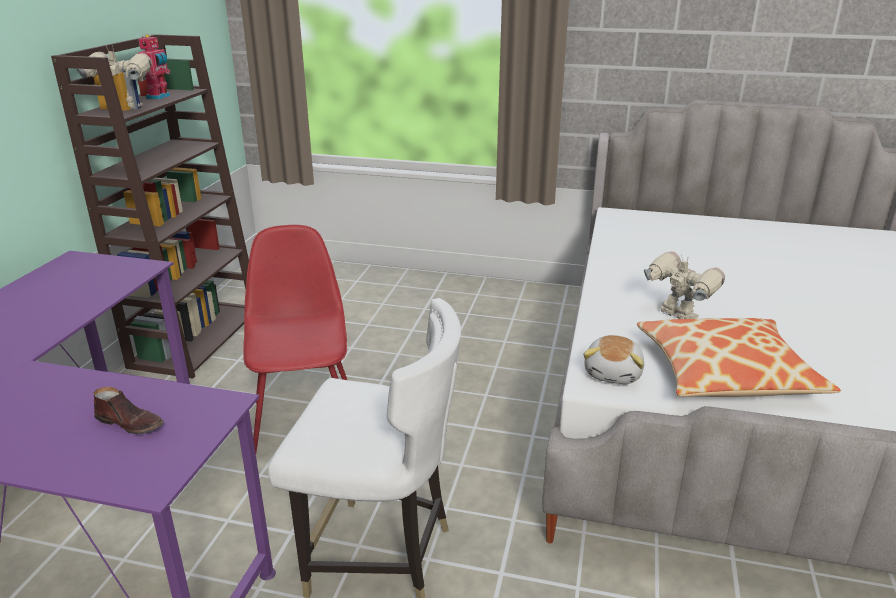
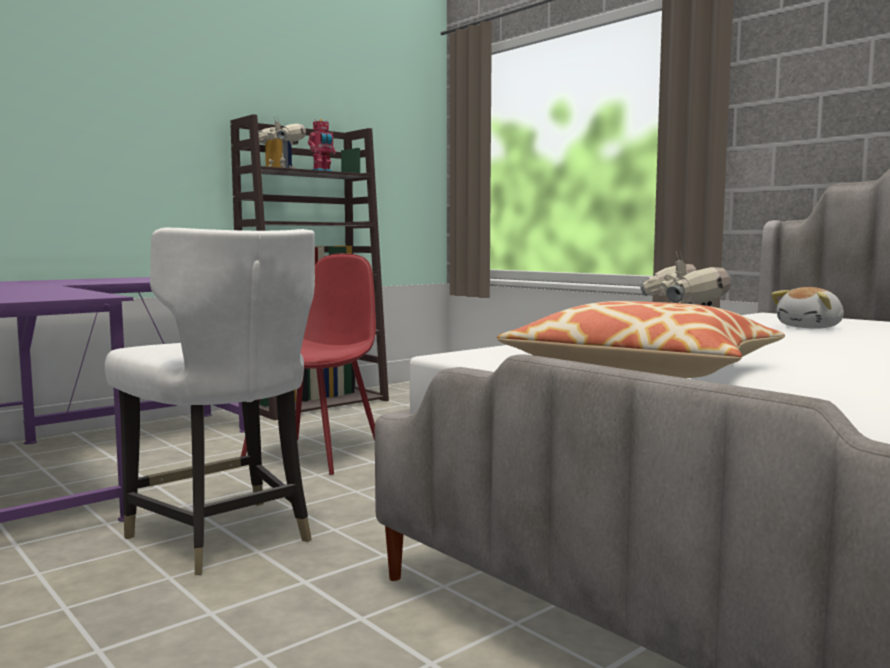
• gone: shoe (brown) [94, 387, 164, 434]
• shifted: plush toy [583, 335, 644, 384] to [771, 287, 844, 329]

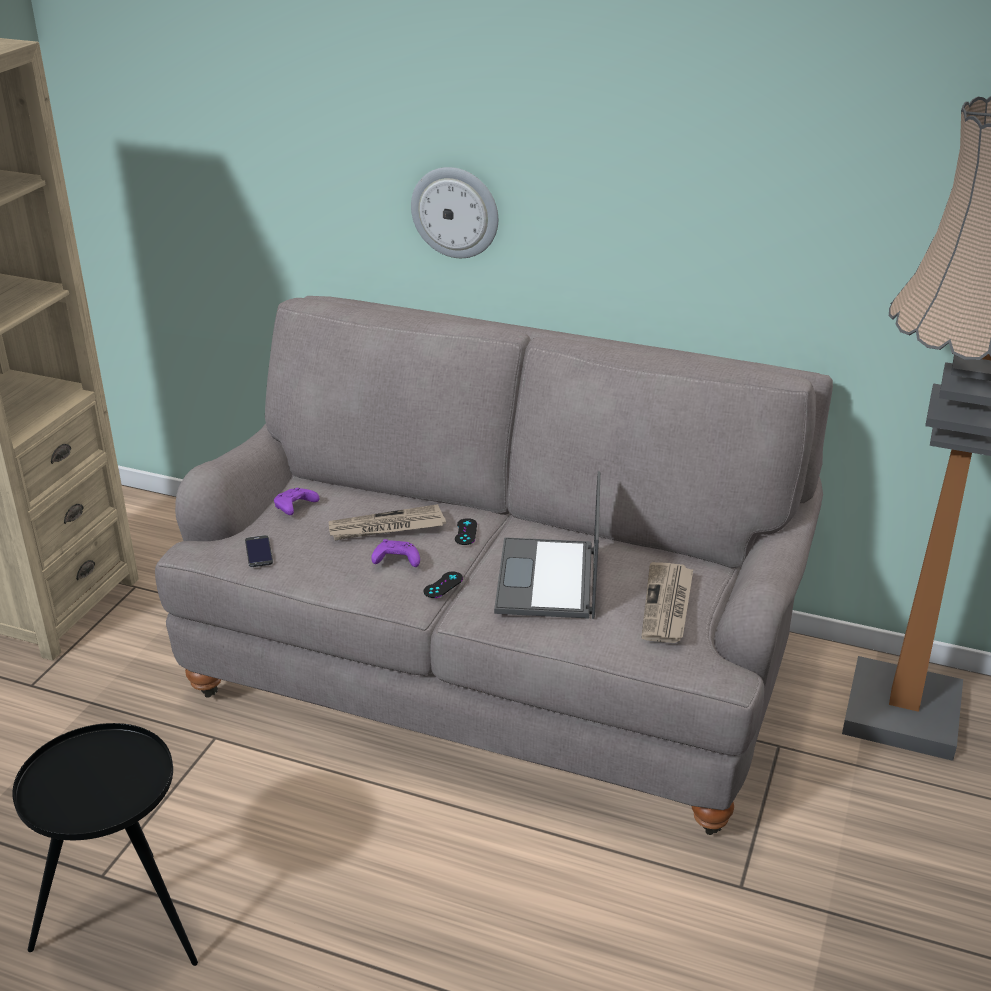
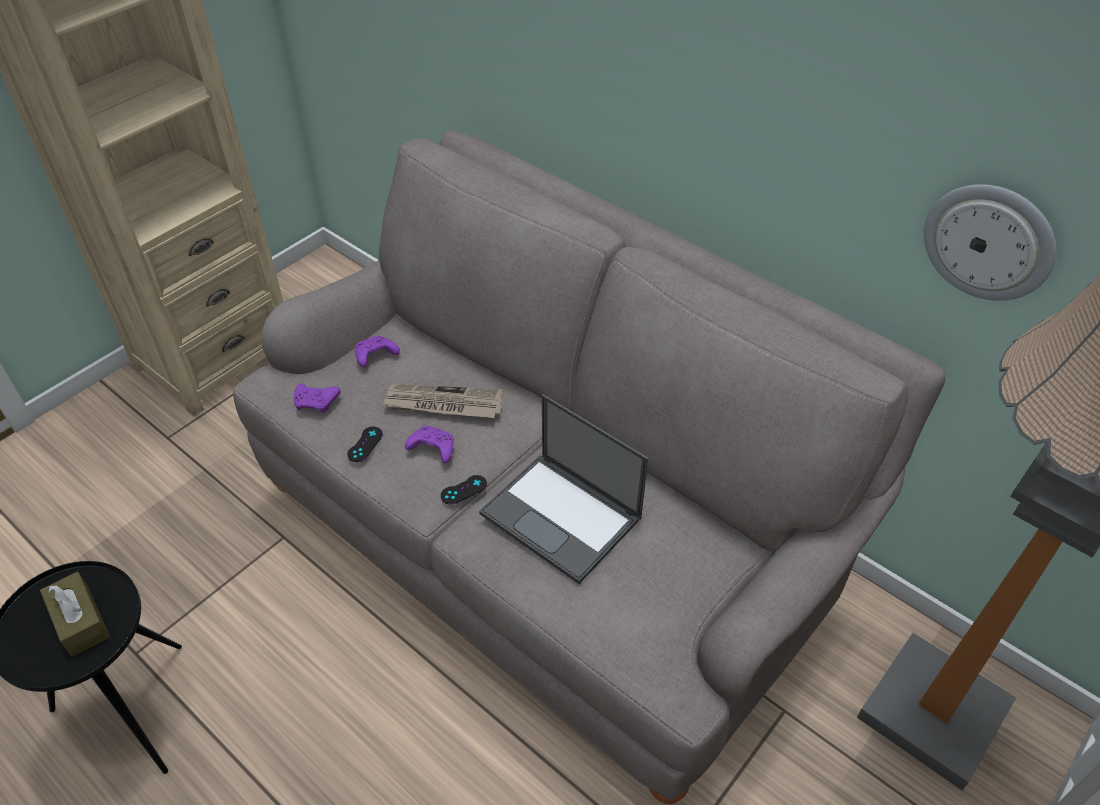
• swapped: phone [245, 535, 273, 567] to game controller (purple) [294, 383, 340, 413]
• shifted: wall clock [411, 167, 498, 258] to [924, 184, 1056, 301]
• shifted: game controller (black) [455, 518, 477, 545] to [347, 427, 383, 462]
• rotated: laptop [494, 471, 600, 619] = [479, 394, 648, 584] 75 degrees counterclockwise
• gone: newspaper [641, 562, 693, 643]
• new: tissue box (brown) [40, 572, 110, 657]

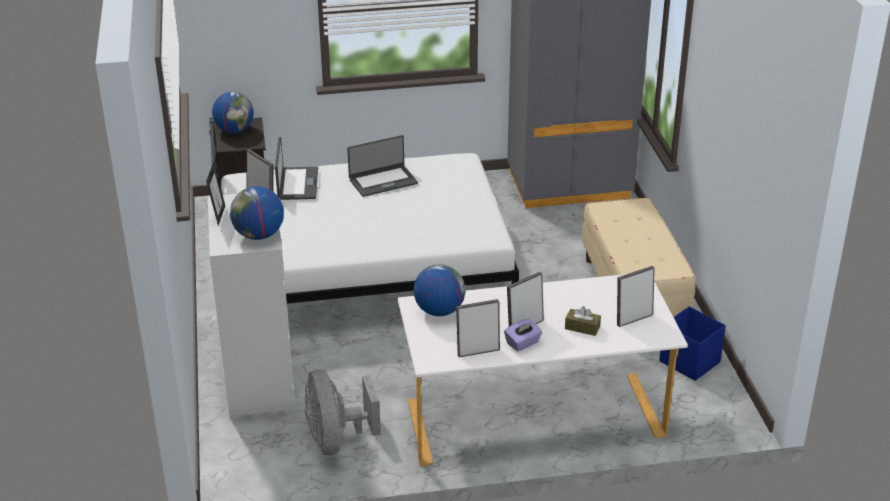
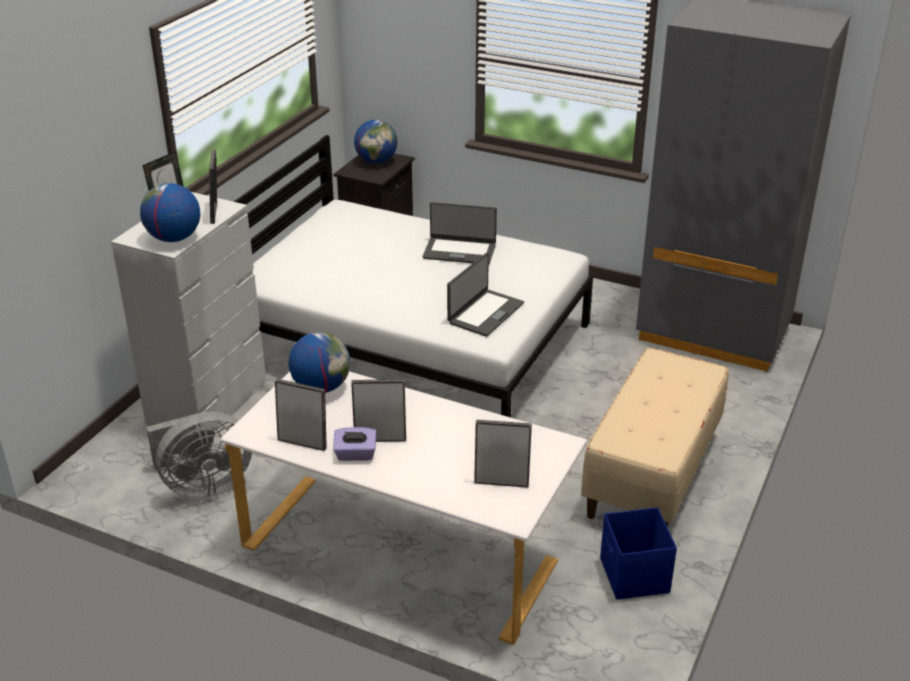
• shifted: laptop [275, 137, 318, 200] to [447, 253, 524, 337]
• rotated: fan (grey) [305, 369, 381, 455] = [146, 412, 252, 497] 135 degrees counterclockwise
• gone: tissue box (brown) [565, 306, 601, 336]

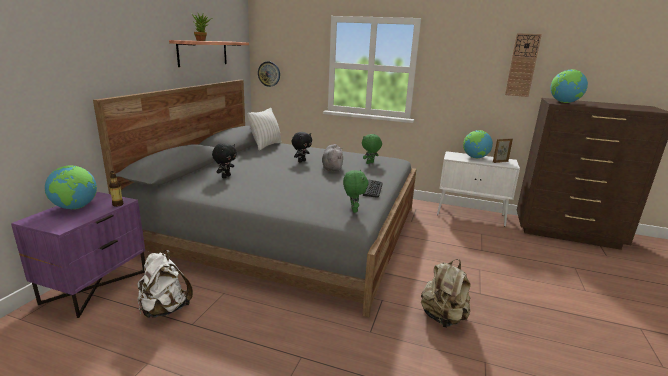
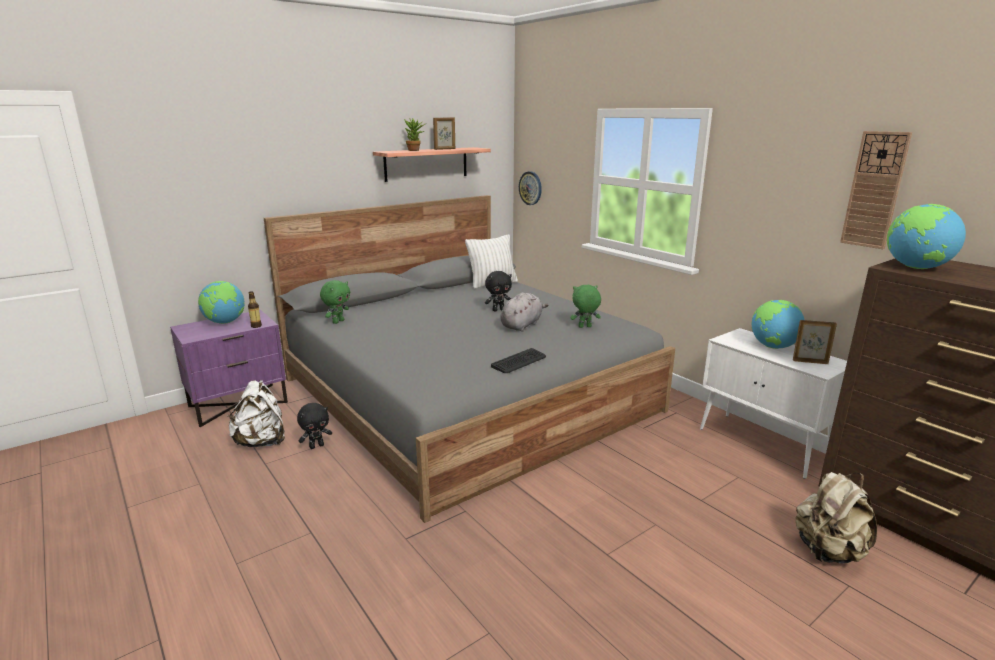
• shifted: plush toy (black) [212, 143, 237, 178] to [297, 403, 332, 449]
• shifted: plush toy (green) [343, 170, 368, 213] to [320, 280, 350, 324]
• shifted: backpack (beige) [421, 259, 471, 328] to [795, 472, 877, 564]
• new: picture frame [433, 118, 455, 150]

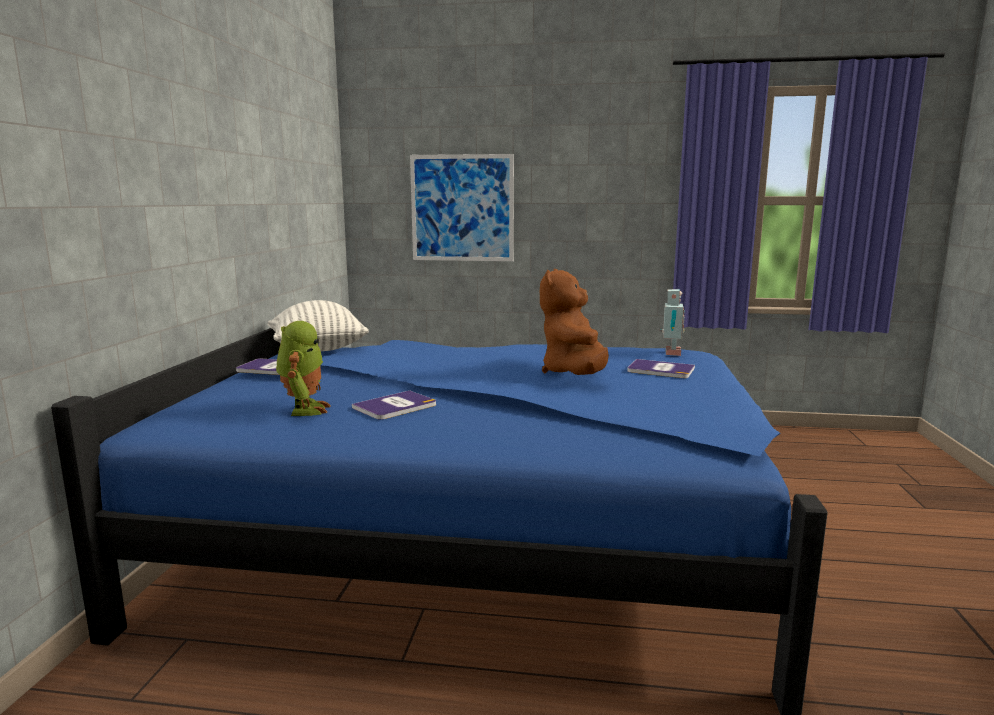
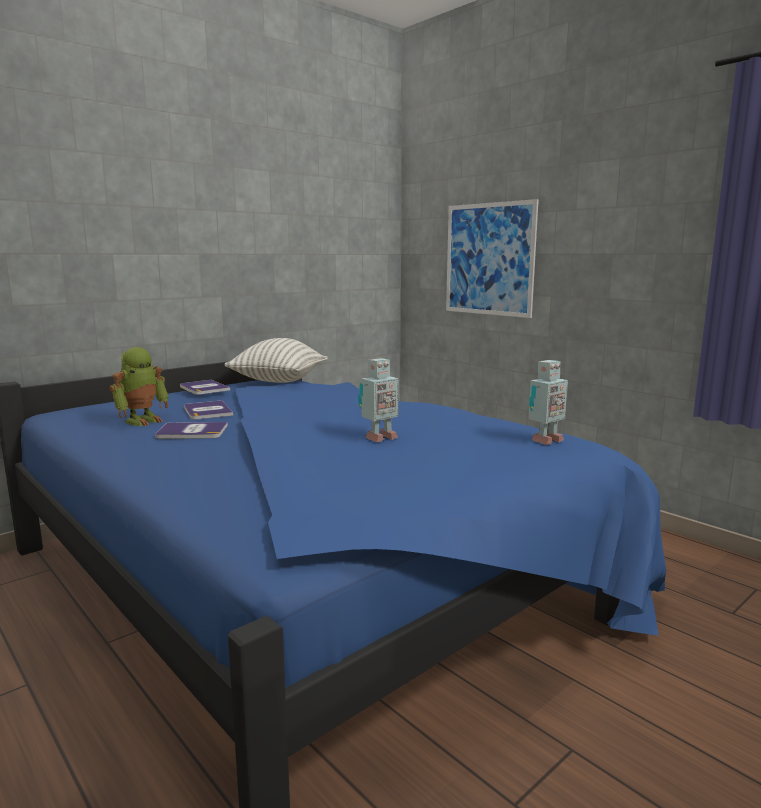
• swapped: plush toy (brown) [540, 269, 609, 375] to toy robot [358, 358, 399, 442]
• shifted: book [627, 359, 695, 378] to [184, 400, 233, 420]

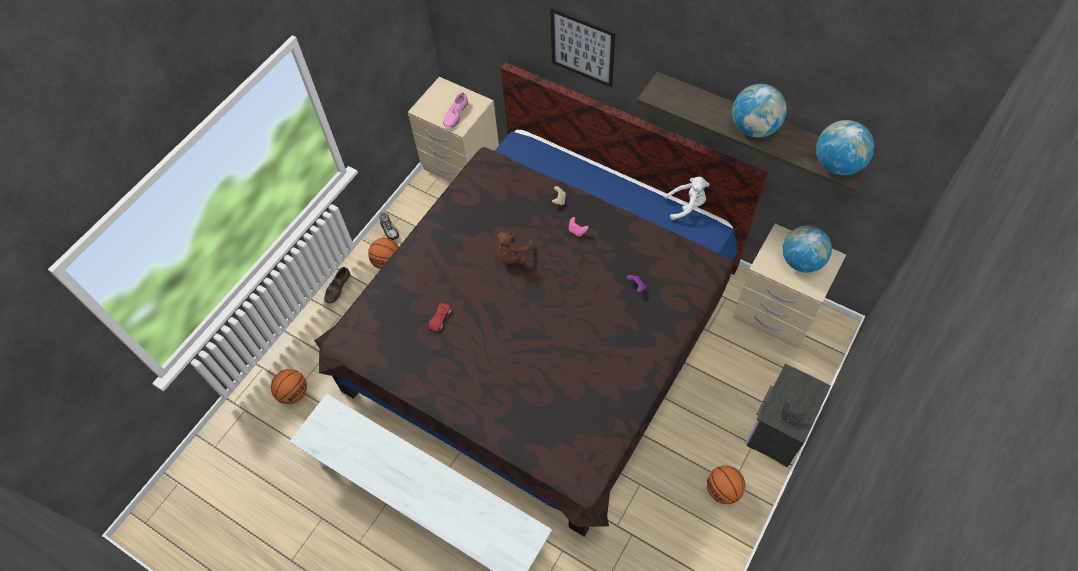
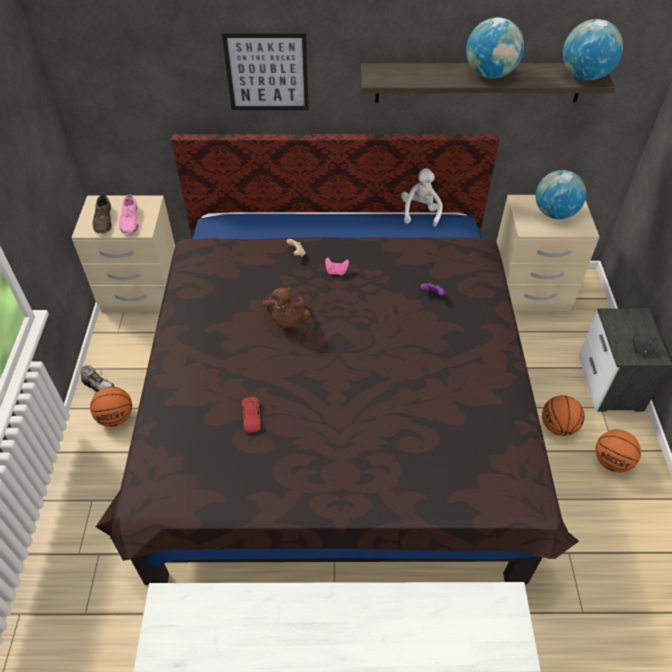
• shifted: basketball [271, 369, 307, 404] to [542, 395, 585, 436]
• shifted: shoe (brown) [324, 267, 350, 304] to [93, 195, 112, 233]
• rotated: plush toy (white) [664, 177, 709, 220] = [401, 168, 443, 227] 45 degrees counterclockwise

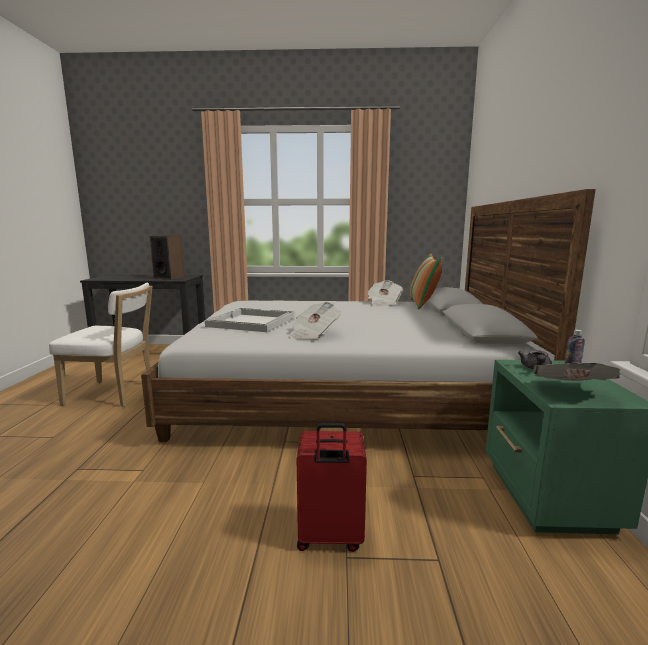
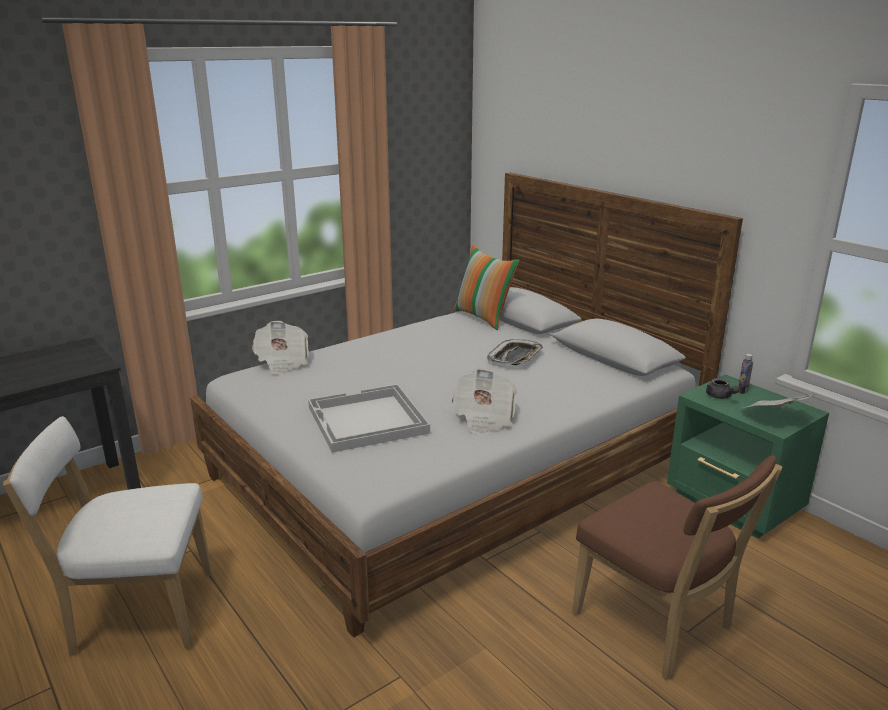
• rotated: chair (white) [49, 282, 152, 407] = [3, 416, 212, 656] 150 degrees counterclockwise
• gone: speaker [150, 236, 185, 280]
• swapped: suitcase (red) [297, 423, 367, 552] to chair (brown) [572, 455, 782, 680]
• shifted: newspaper [367, 280, 403, 307] to [252, 321, 309, 375]
• new: tray [487, 339, 543, 365]

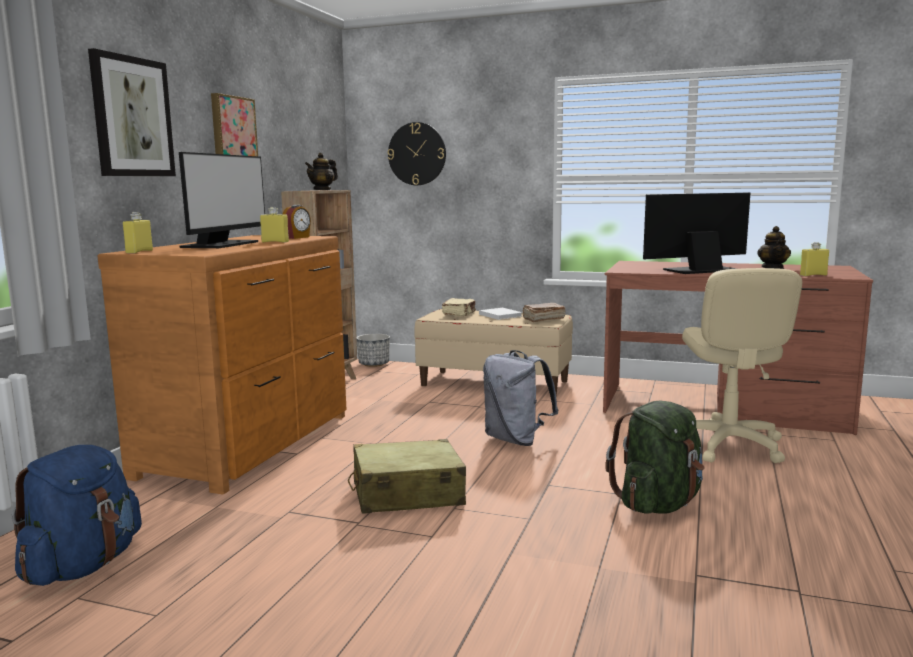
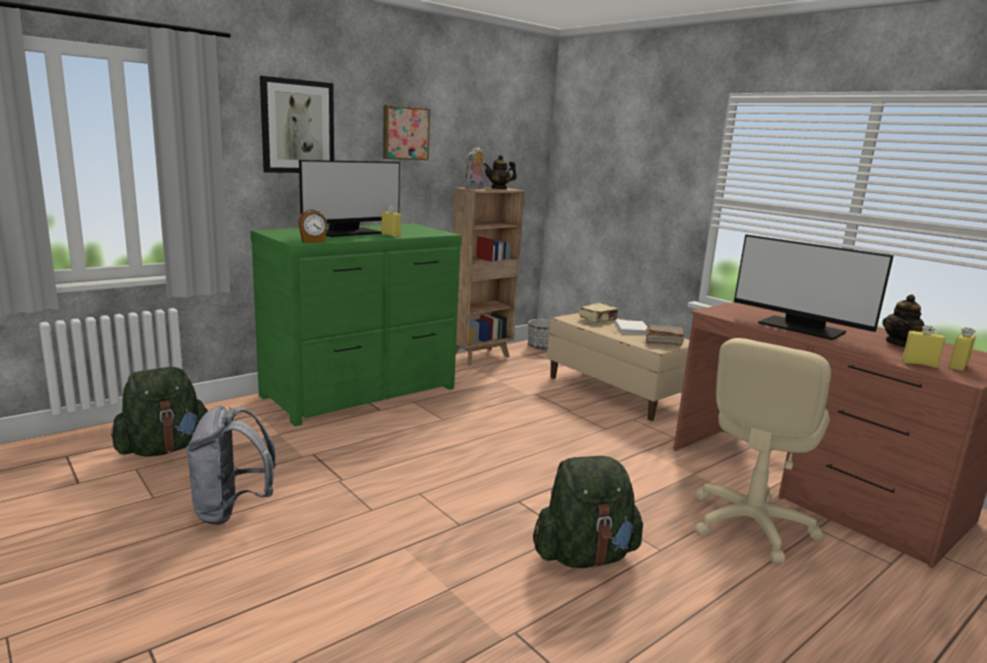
• repainted: backpack (blue) [12, 445, 142, 586] to backpack (green) [111, 367, 208, 457]
• repainted: dresser (brown) [98, 235, 346, 494] to dresser (green) [250, 224, 462, 427]
• shifted: bottle (yellow) [123, 212, 153, 253] to [949, 327, 976, 371]
• shifted: alarm clock [283, 205, 311, 239] to [298, 209, 328, 243]
• gone: suitcase (beige) [348, 439, 466, 514]
• gone: wall clock [388, 122, 446, 185]
• shifted: backpack (grey) [483, 350, 558, 446] to [186, 406, 276, 525]
• rotated: monitor [643, 193, 750, 274] = [734, 234, 894, 340] 150 degrees counterclockwise
• new: plush toy [466, 147, 484, 189]

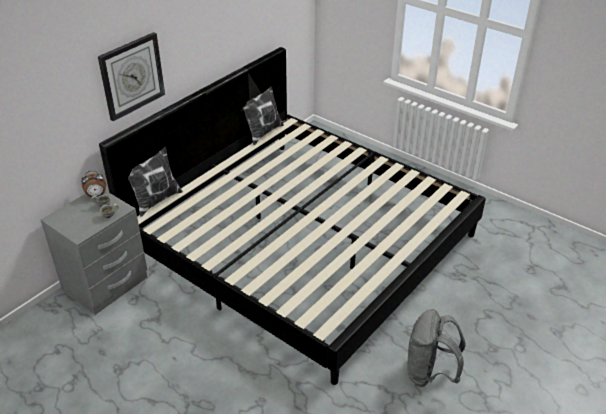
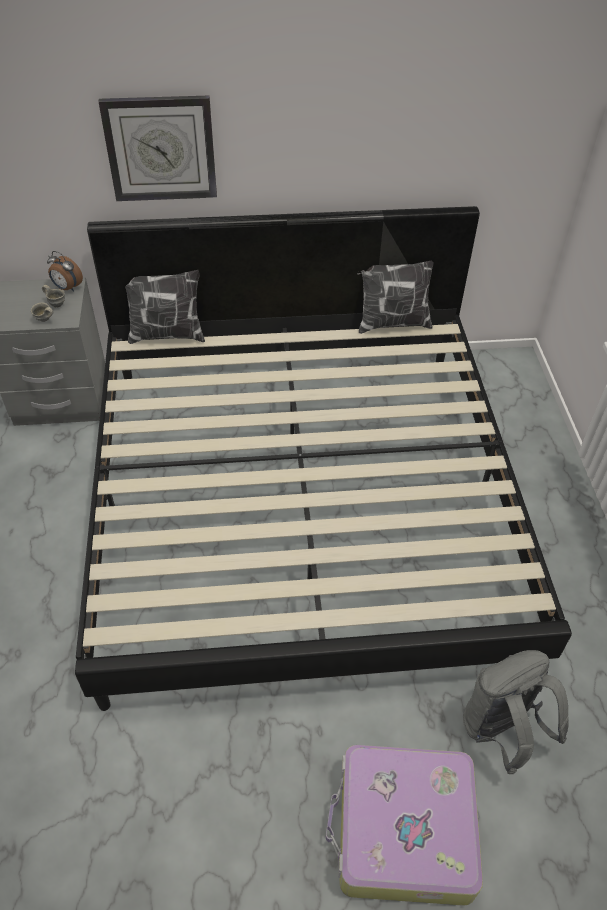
• shifted: backpack (grey) [407, 309, 466, 387] to [463, 650, 569, 774]
• new: suitcase [326, 745, 483, 906]

